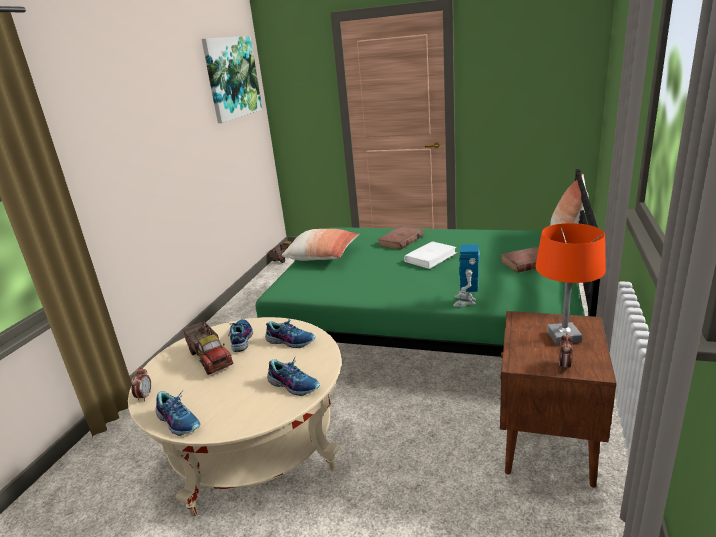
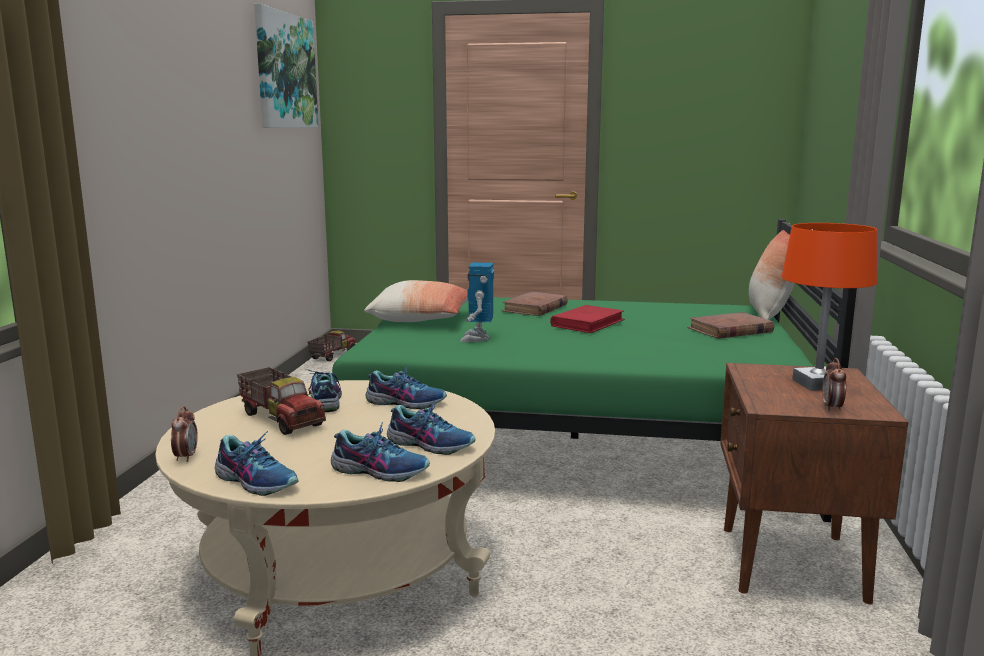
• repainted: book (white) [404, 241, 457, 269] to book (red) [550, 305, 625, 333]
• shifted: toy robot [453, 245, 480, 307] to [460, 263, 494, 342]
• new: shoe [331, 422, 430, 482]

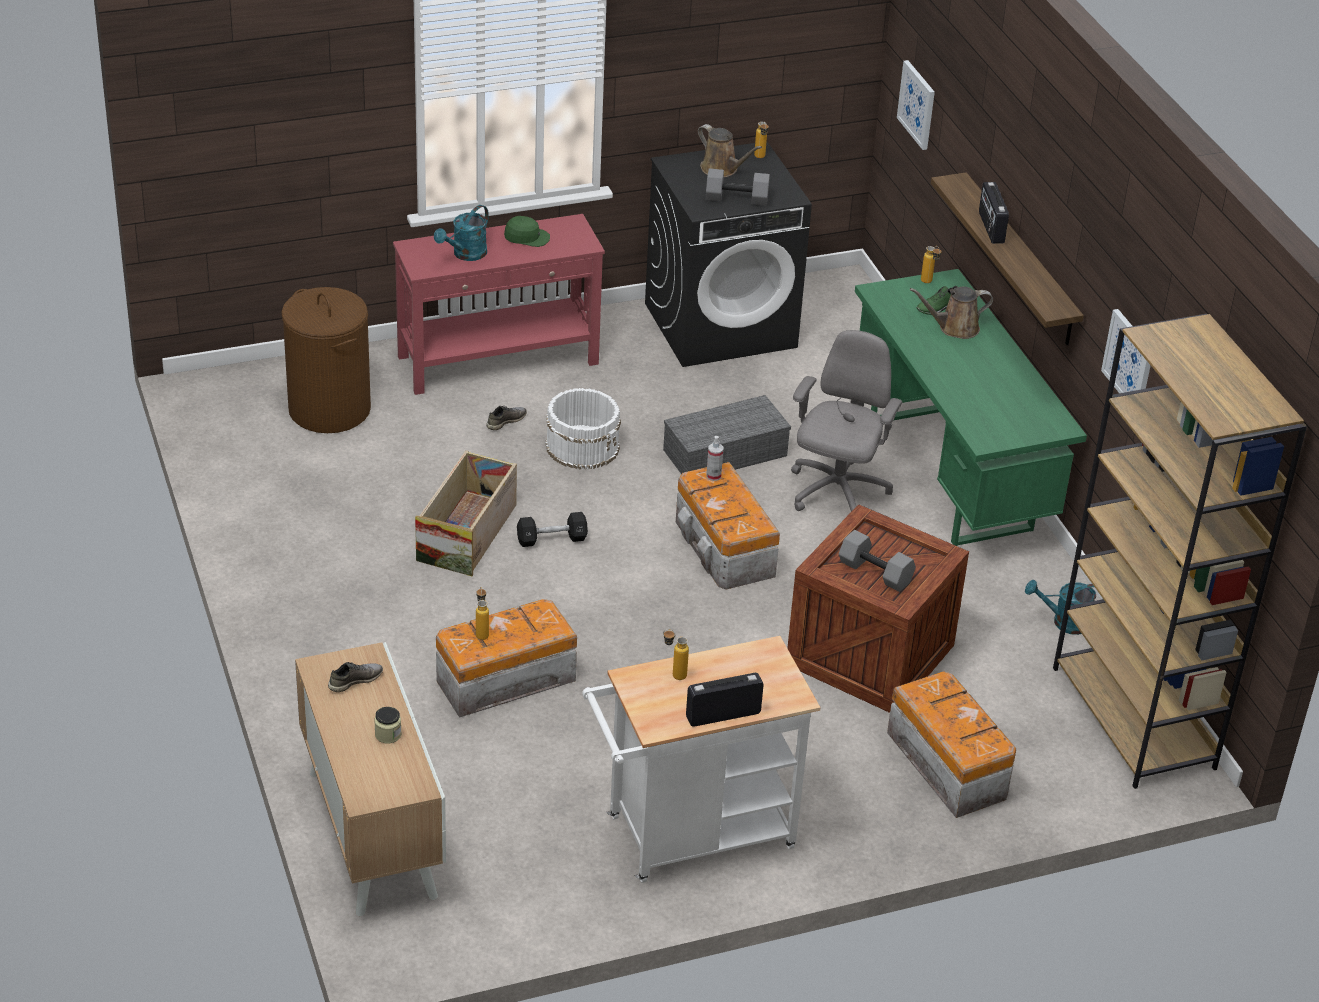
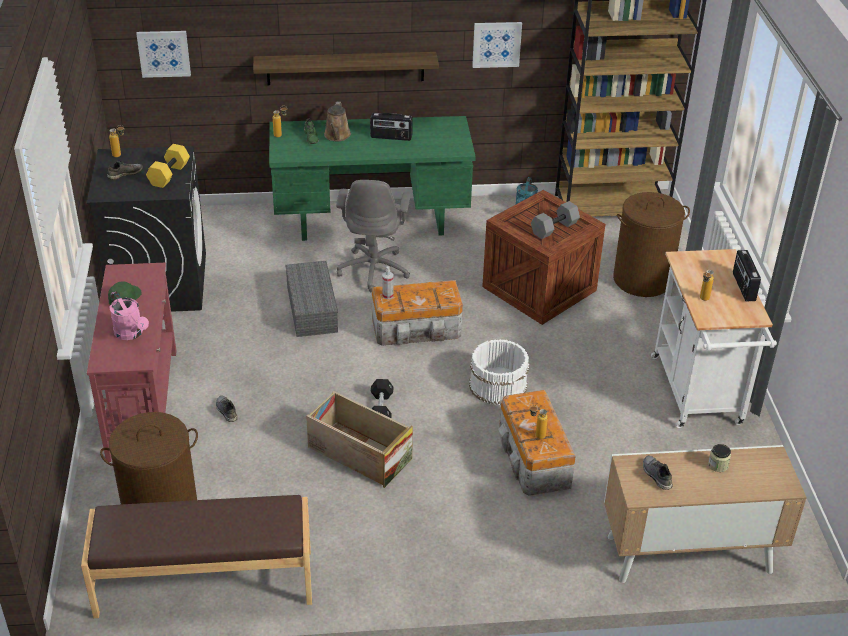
• repainted: watering can (turquoise) [434, 205, 489, 261] to watering can (pink) [109, 291, 149, 340]
• shifted: bucket (white) [545, 388, 621, 469] to [469, 339, 529, 405]
• swapped: watering can (brown) [698, 124, 762, 177] to shoe (grey) [107, 161, 143, 180]
• repainted: dumbbell (grey) [706, 168, 770, 206] to dumbbell (yellow) [146, 144, 190, 188]
• rotated: office chair (grey) [791, 330, 902, 512] = [336, 180, 411, 293] 120 degrees counterclockwise
• swapped: storage box [887, 671, 1016, 818] to laundry basket (brown) [613, 192, 690, 297]
• shifted: radio [979, 182, 1009, 244] to [370, 113, 413, 141]
• new: bench (brown) [81, 495, 312, 618]

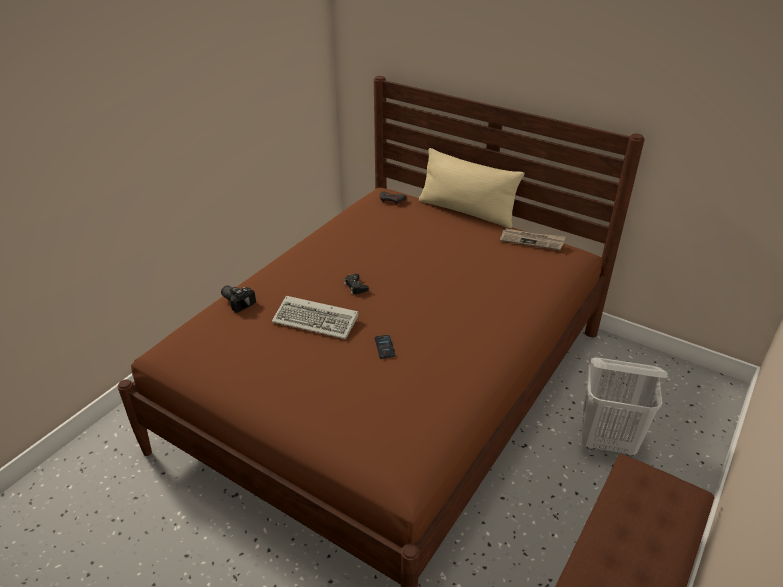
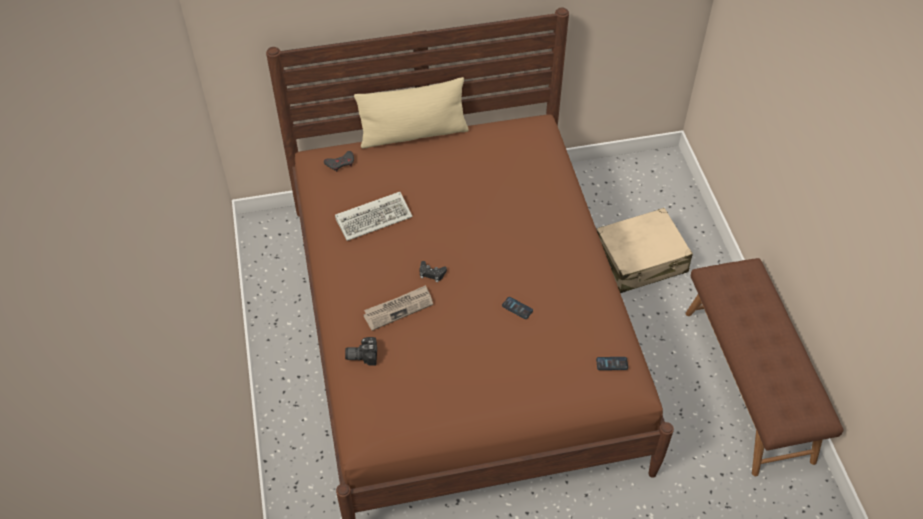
• shifted: keyboard [272, 296, 358, 339] to [335, 192, 413, 241]
• shifted: newspaper [500, 228, 566, 250] to [363, 285, 433, 331]
• swapped: laundry basket (white) [582, 357, 668, 456] to suitcase (beige) [596, 208, 693, 293]
• new: phone [596, 357, 628, 370]

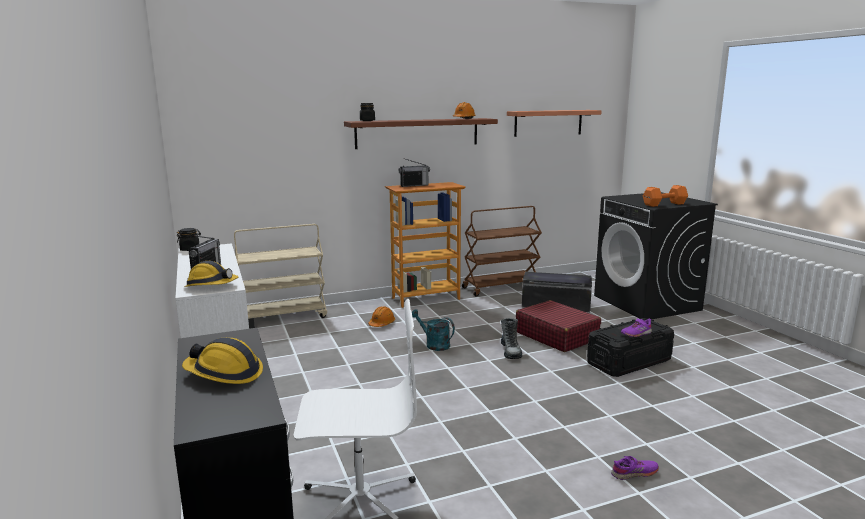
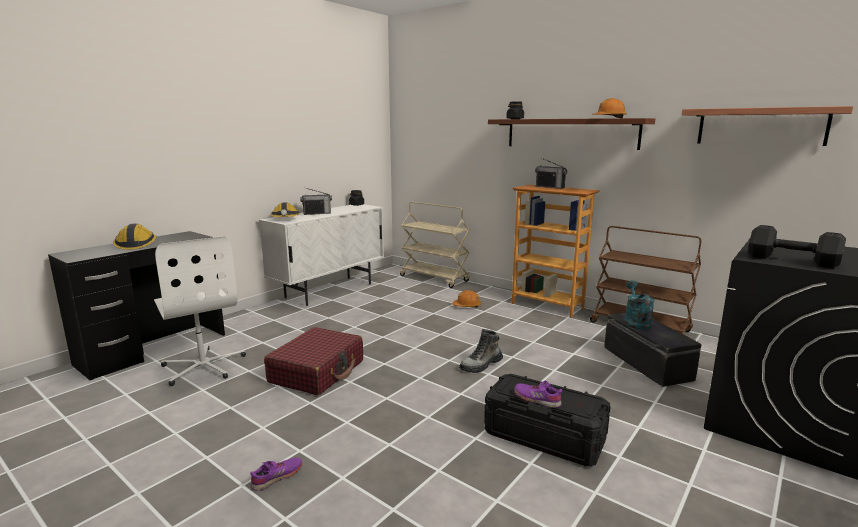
• shifted: watering can (turquoise) [412, 309, 455, 351] to [624, 280, 655, 330]
• shifted: suitcase (red) [516, 300, 601, 352] to [264, 327, 363, 395]
• rotated: shoe (purple) [611, 456, 659, 480] = [250, 457, 302, 491] 90 degrees counterclockwise
• repainted: dumbbell (orange) [643, 185, 688, 207] to dumbbell (black) [748, 225, 846, 268]

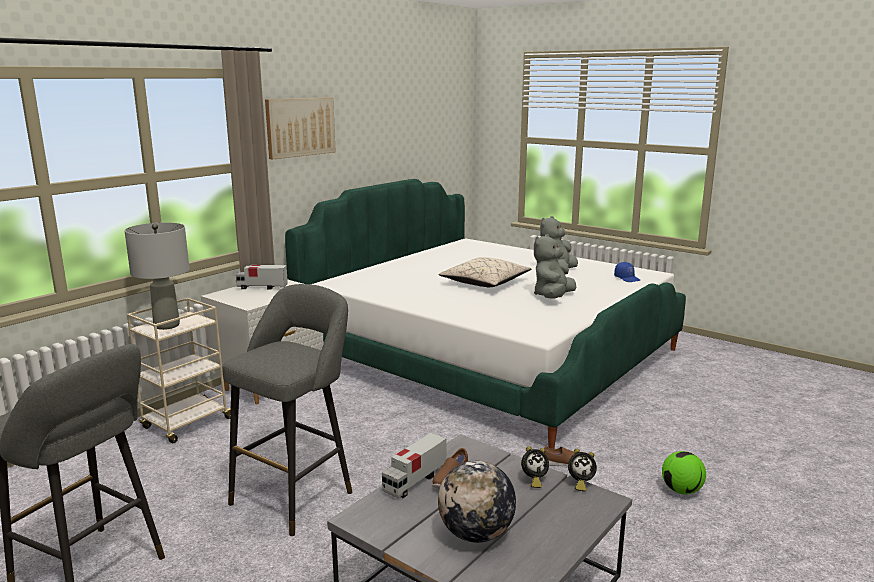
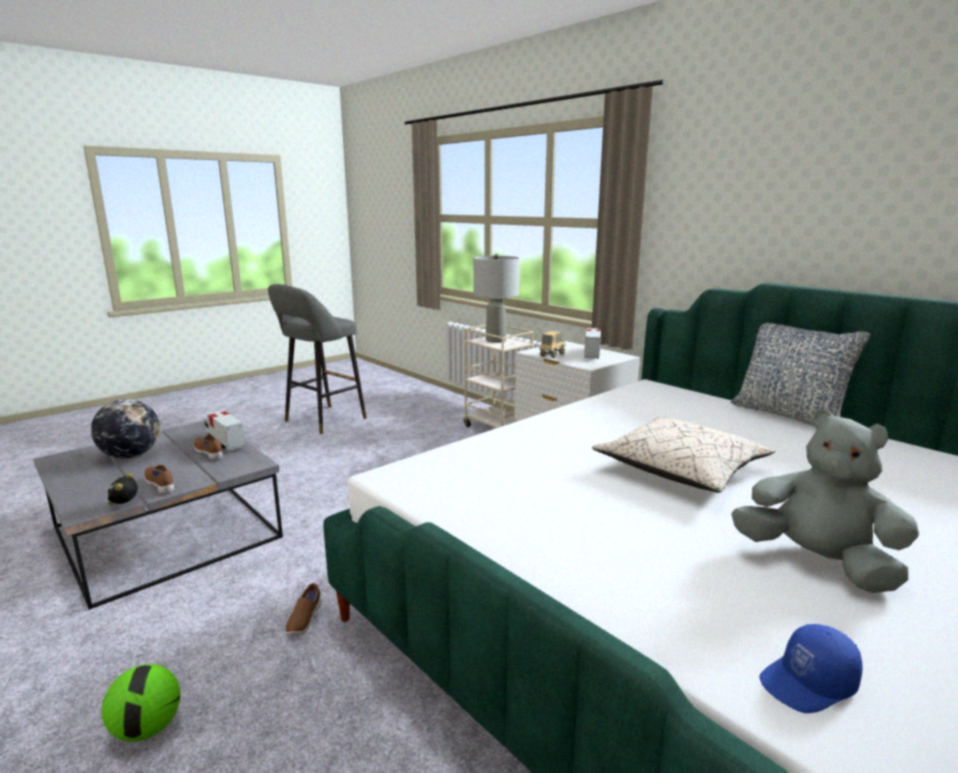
• gone: stool (grey) [222, 284, 352, 536]
• gone: picture [265, 97, 336, 159]
• swapped: alarm clock [521, 446, 549, 488] to shoe (brown) [144, 465, 174, 493]
• gone: plush toy (grey) [534, 234, 576, 299]
• new: toy truck [539, 331, 565, 358]
• new: pillow [731, 323, 871, 426]

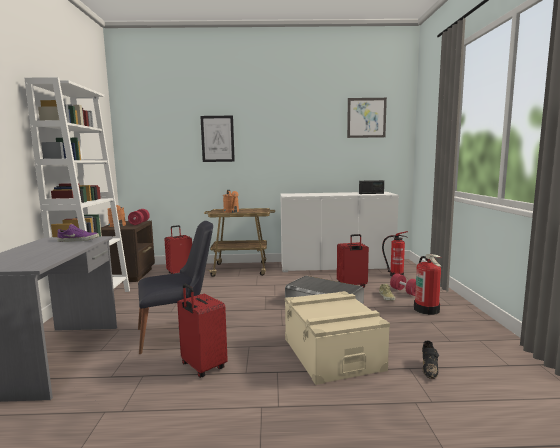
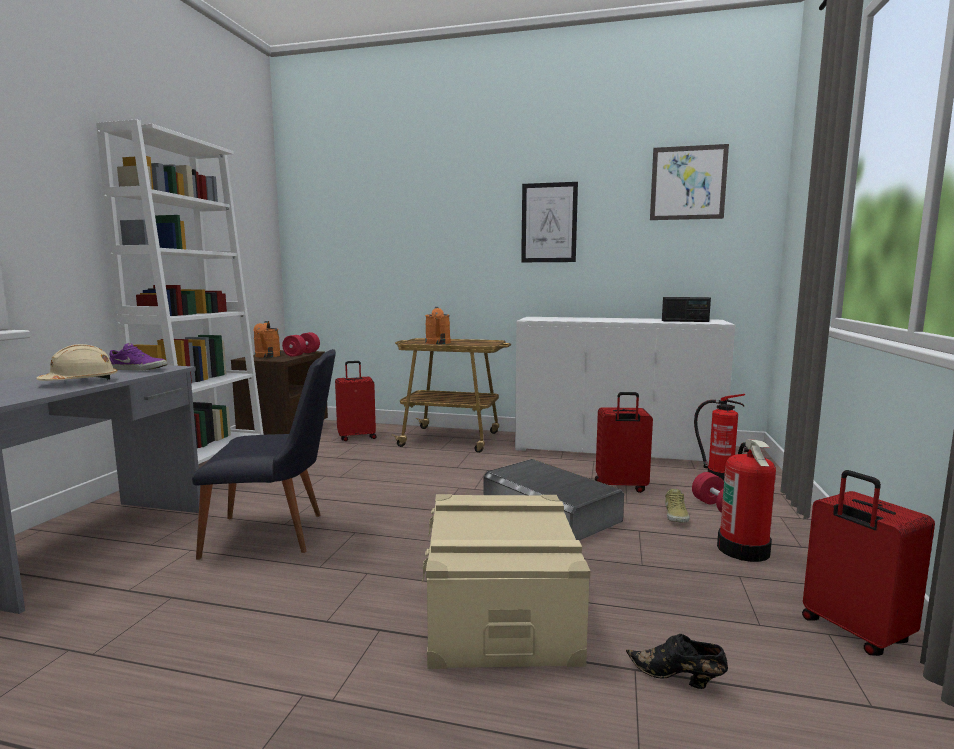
• shifted: suitcase (red) [177, 284, 228, 378] to [802, 470, 935, 656]
• shifted: picture [200, 116, 235, 162] to [521, 182, 578, 262]
• rotated: shoe (black) [422, 340, 439, 379] = [626, 634, 728, 689] 90 degrees clockwise
• new: hard hat (beige) [36, 344, 118, 381]

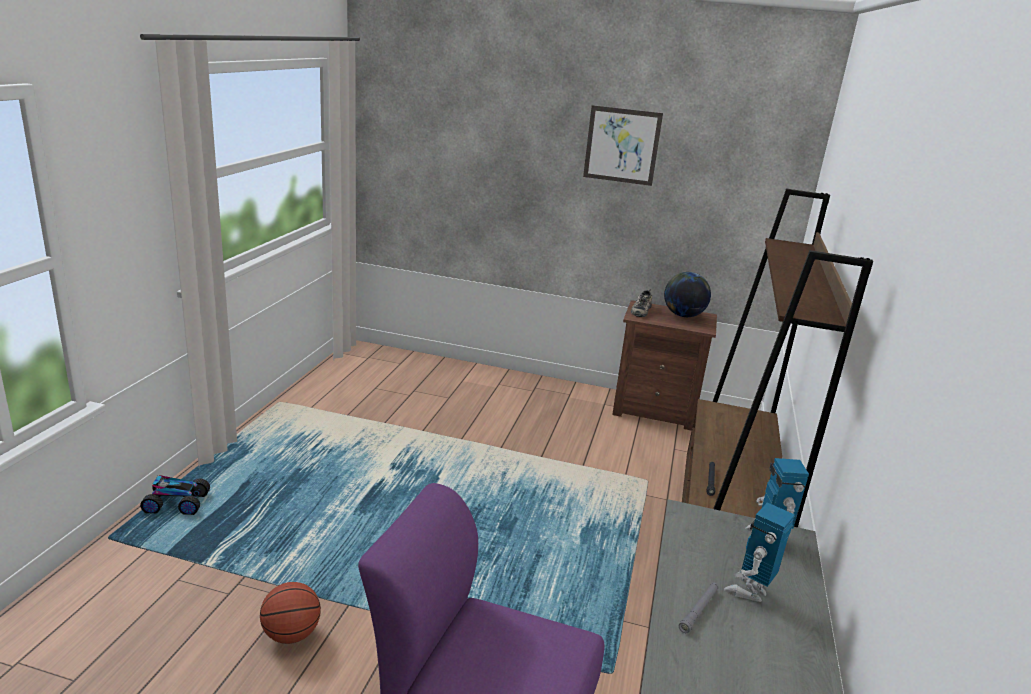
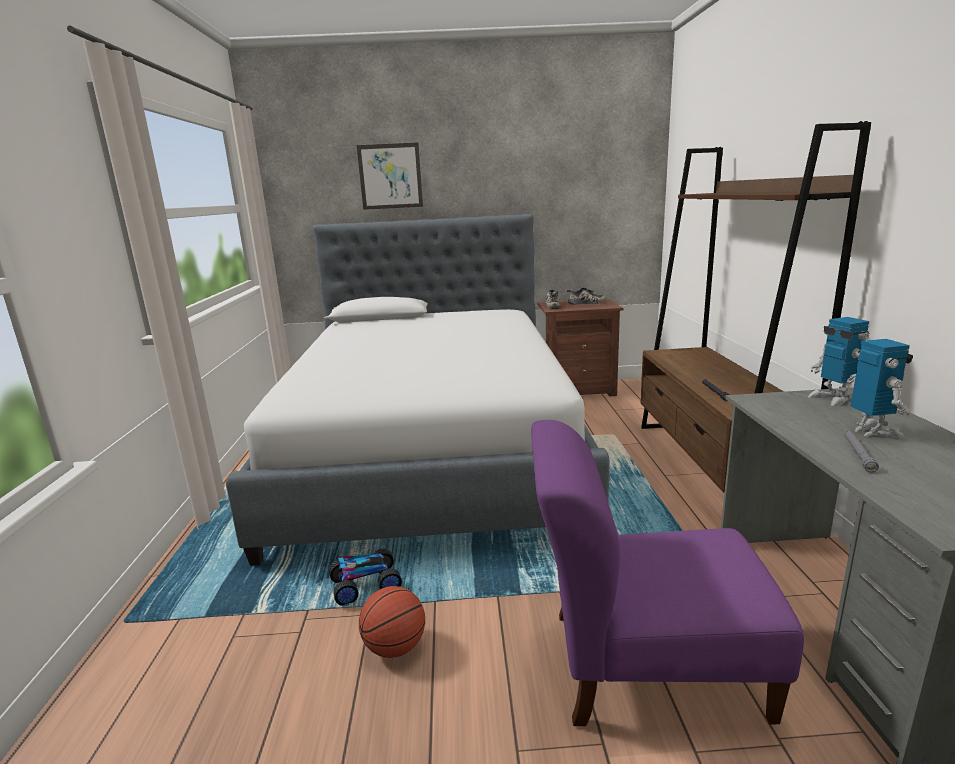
• shifted: toy car [140, 475, 210, 515] to [329, 549, 402, 606]
• shifted: picture [583, 105, 663, 186] to [357, 143, 423, 210]
• swapped: globe [664, 272, 711, 317] to shoe [567, 287, 606, 304]
• rotated: toy robot [724, 502, 795, 602] = [850, 339, 913, 438] 150 degrees clockwise
• new: bed [226, 214, 610, 566]

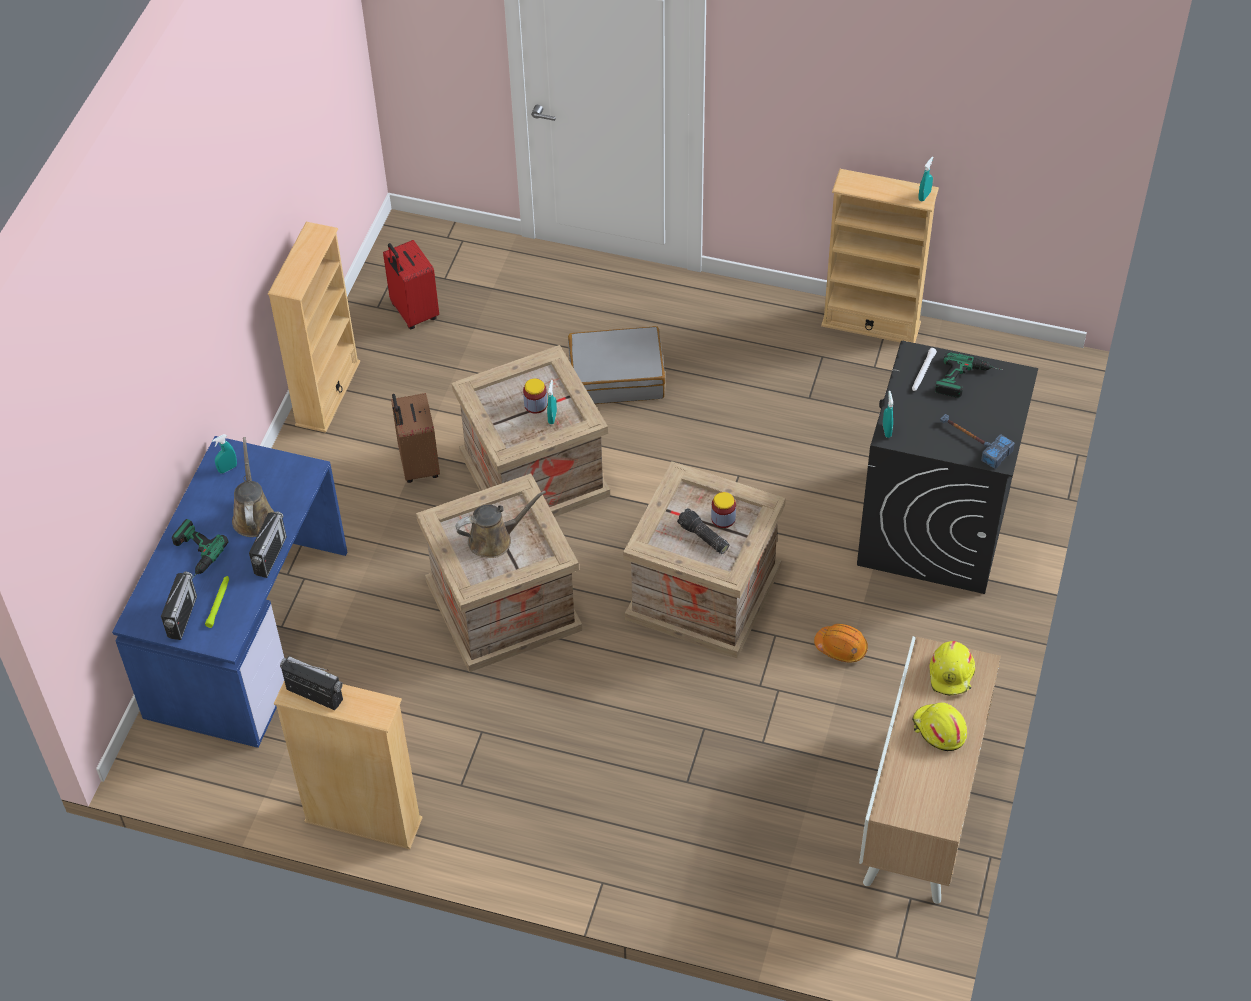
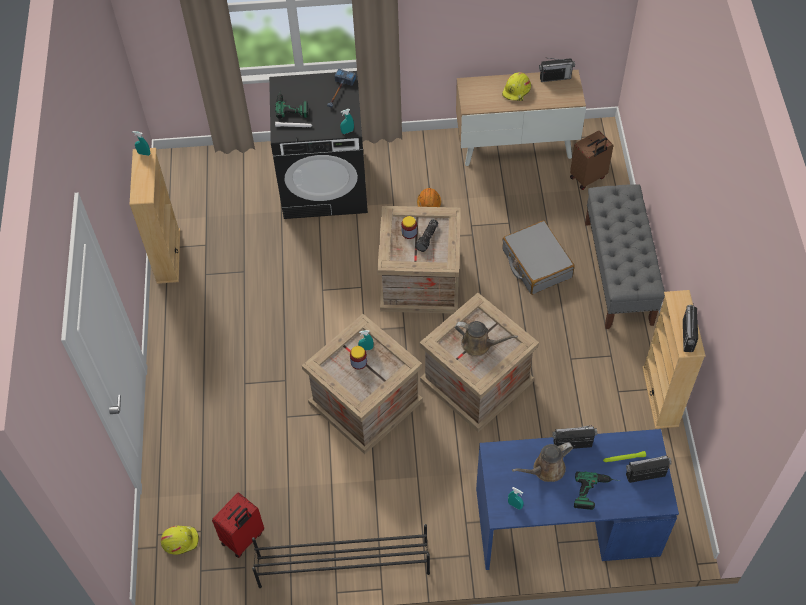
• swapped: bookcase (beige) [268, 222, 360, 433] to shoe rack (black) [252, 524, 430, 588]
• shifted: suitcase (brown) [391, 393, 440, 483] to [570, 131, 614, 190]
• rotated: watering can (brown) [455, 490, 546, 558] = [455, 321, 518, 357] 150 degrees clockwise
• shifted: suitcase (grey) [568, 326, 665, 404] to [502, 221, 575, 295]
• shifted: hard hat (yellow) [929, 641, 975, 696] to [161, 526, 199, 555]
• new: radio [539, 58, 575, 82]
• new: bench (grey) [585, 184, 665, 329]

